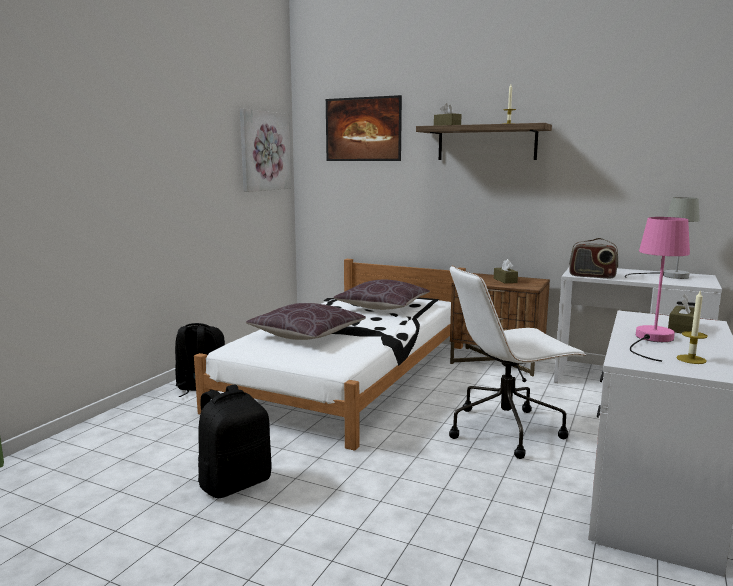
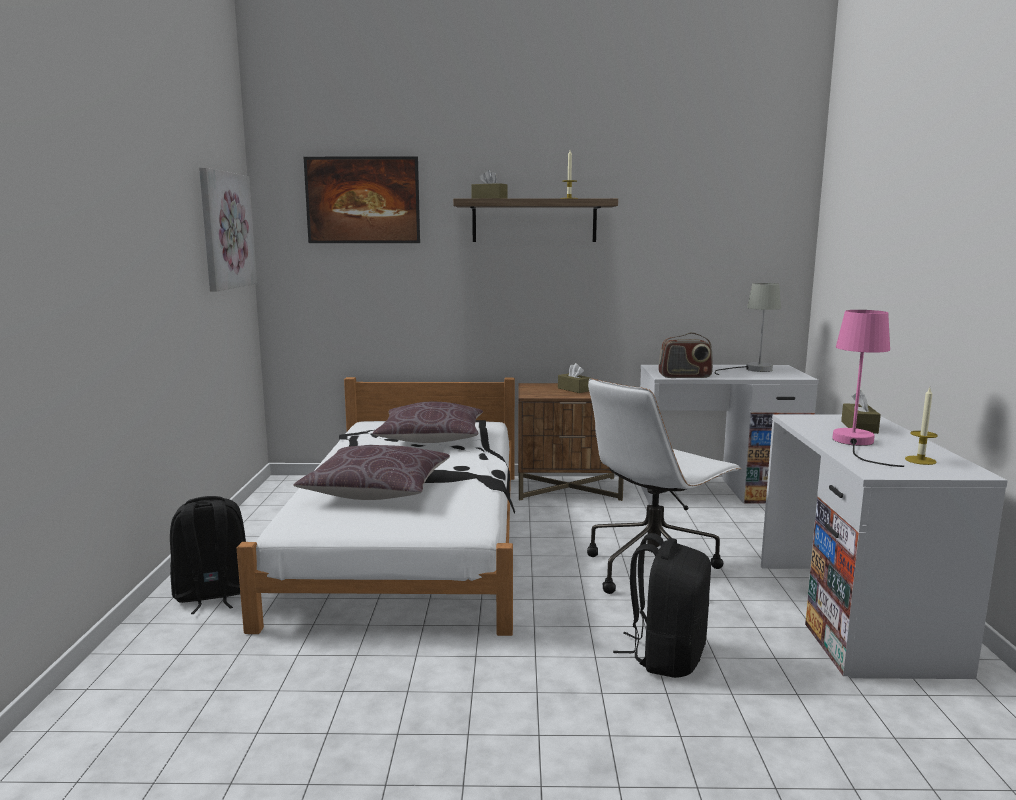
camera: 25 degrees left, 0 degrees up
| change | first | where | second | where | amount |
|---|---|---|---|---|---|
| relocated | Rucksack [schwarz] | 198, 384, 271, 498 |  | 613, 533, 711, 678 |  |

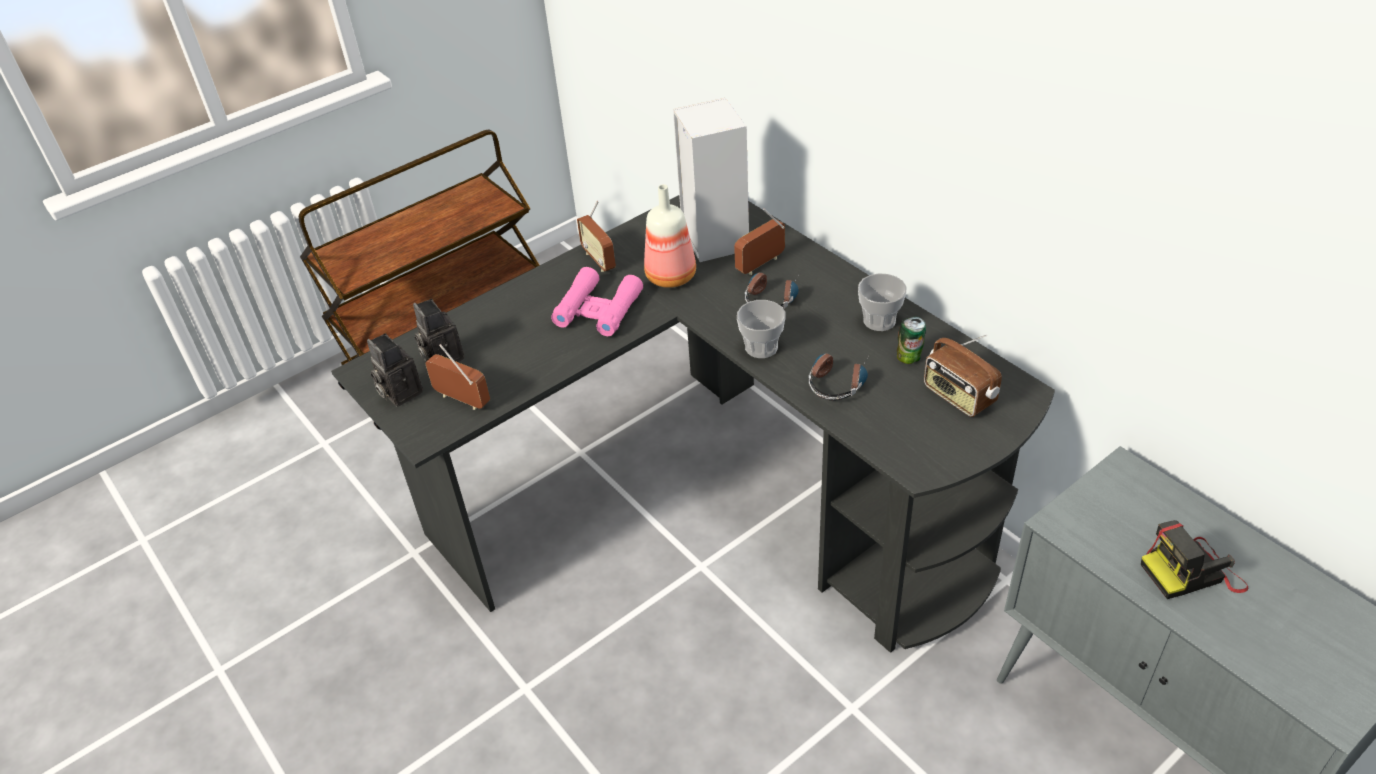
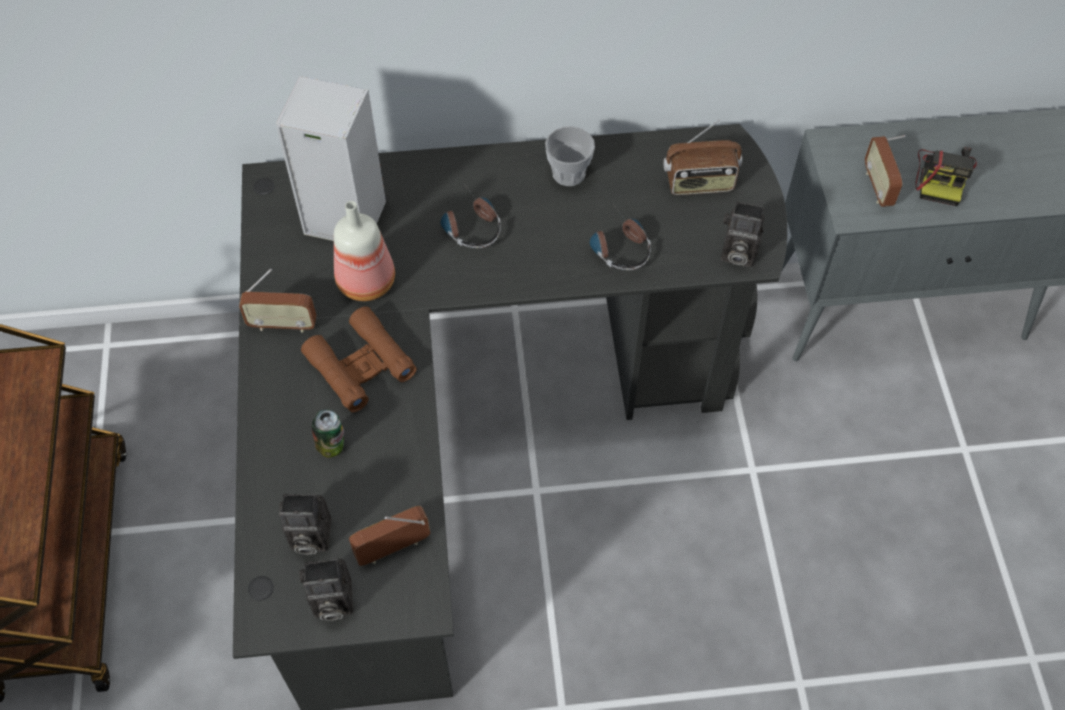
camera: 60 degrees left, 15 degrees up
| change | first | where | second | where | amount |
|---|---|---|---|---|---|
| relocated | Radio | 734, 208, 785, 275 |  | 865, 135, 906, 207 |  |
| colour | Fernglas [rosa] | 551, 267, 643, 336 | Fernglas [braun] | 301, 306, 417, 412 |  |
| missing | Tasse | 737, 300, 786, 358 |  |  |  |
| relocated | Dose | 897, 317, 926, 364 |  | 312, 409, 344, 458 |  |
| appeared |  |  | Kamera | 721, 201, 765, 267 |  |

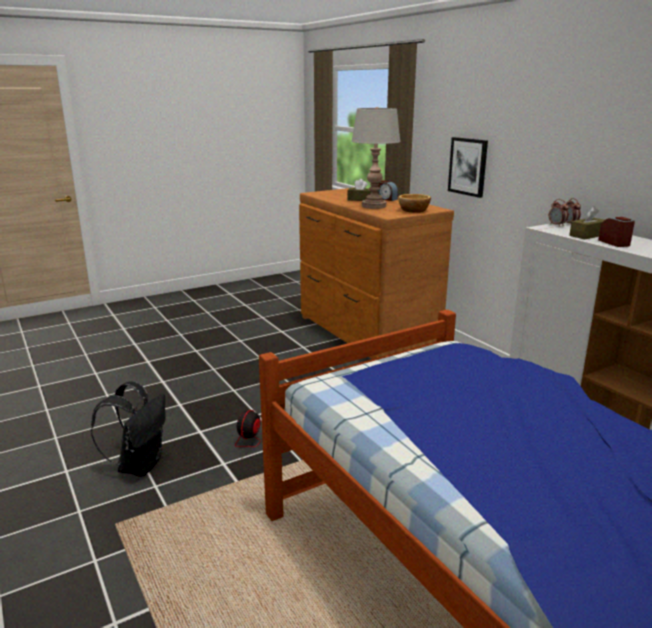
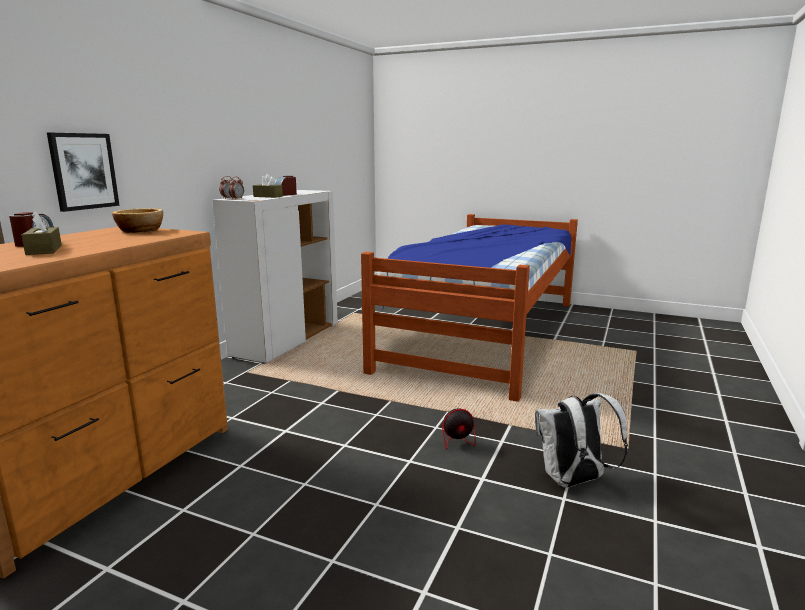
camera: 125 degrees left, 5 degrees down
| change | first | where | second | where | amount |
|---|---|---|---|---|---|
| missing | Tischlampe [grau] | 351, 107, 401, 209 |  |  |  |
| colour | Rucksack [schwarz] | 91, 381, 166, 477 | Rucksack [weiß] | 535, 393, 628, 488 |  |

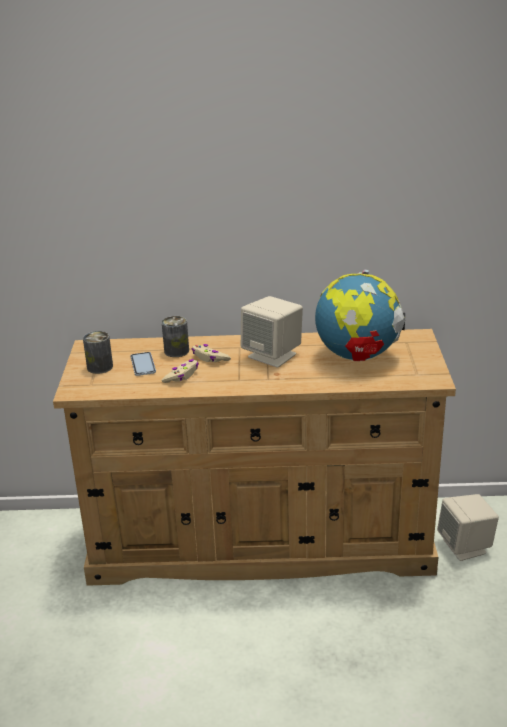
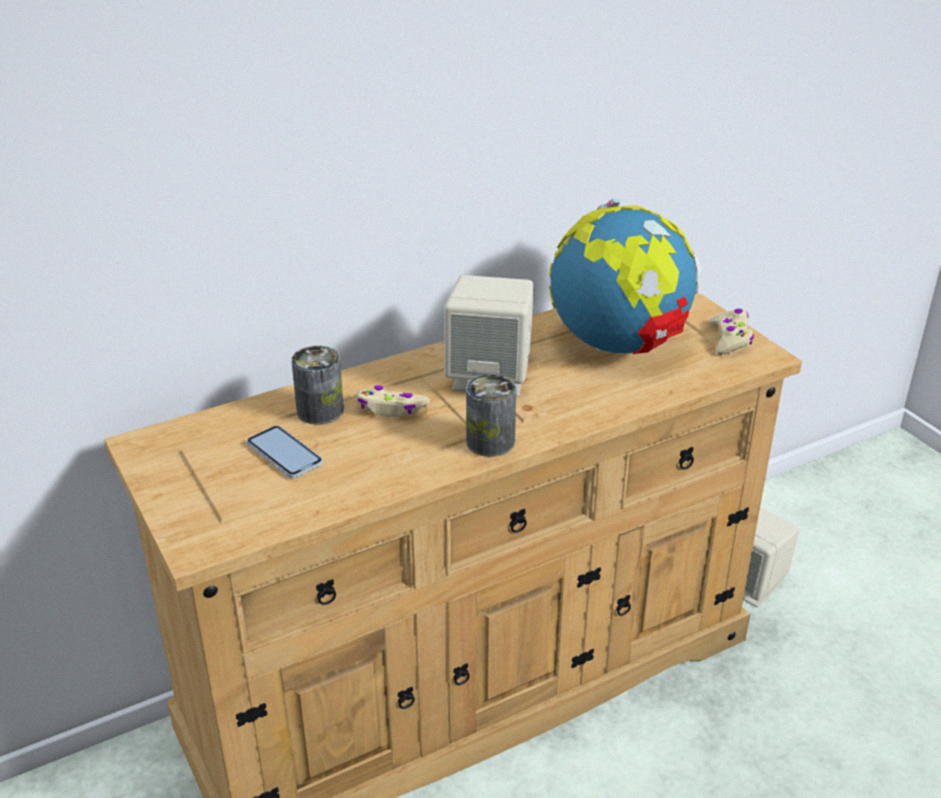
camera: 30 degrees left, 5 degrees up
| change | first | where | second | where | amount |
|---|---|---|---|---|---|
| relocated | Dose | 83, 331, 113, 374 |  | 466, 374, 516, 457 |  |
| relocated | Gamepad [beige] | 162, 359, 199, 383 |  | 709, 309, 754, 355 |  |

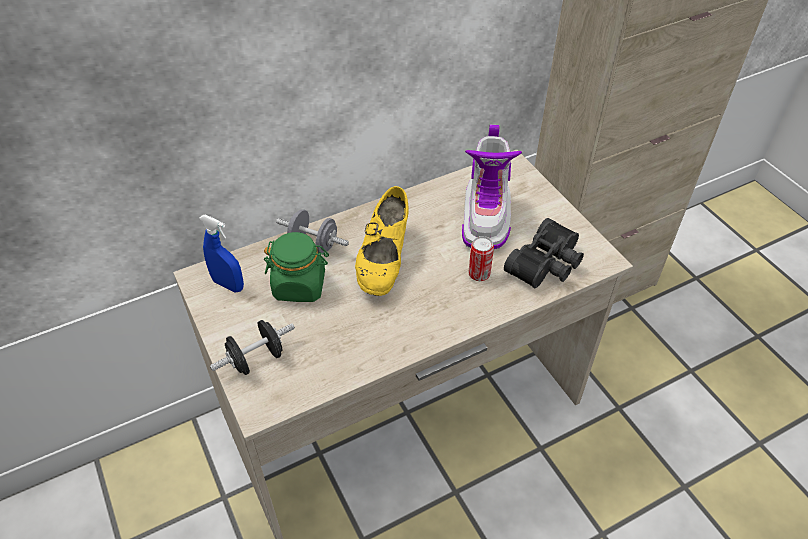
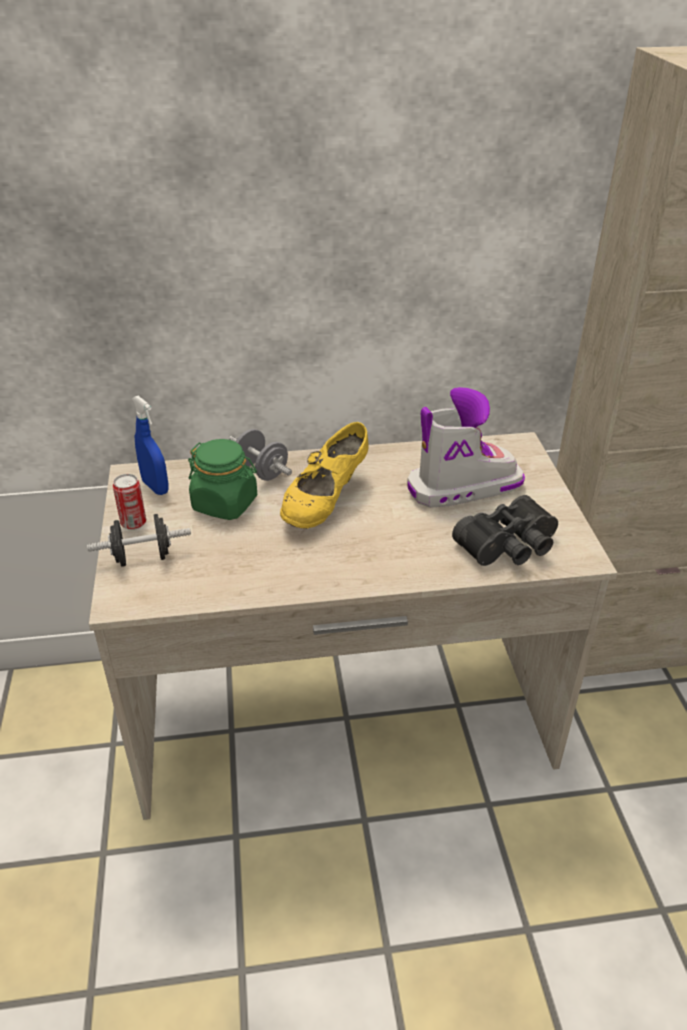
camera: 20 degrees right, 10 degrees down
| change | first | where | second | where | amount |
|---|---|---|---|---|---|
| spun | Stiefel | 462, 125, 522, 250 |  | 407, 387, 525, 508 | 135 degrees counterclockwise |
| relocated | Dose | 468, 236, 494, 281 |  | 113, 474, 146, 530 |  |

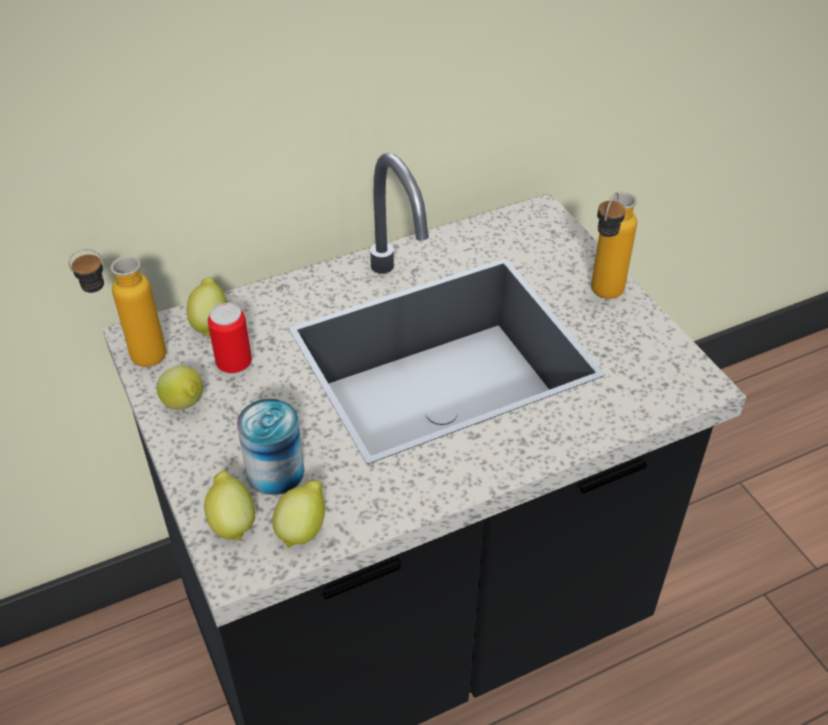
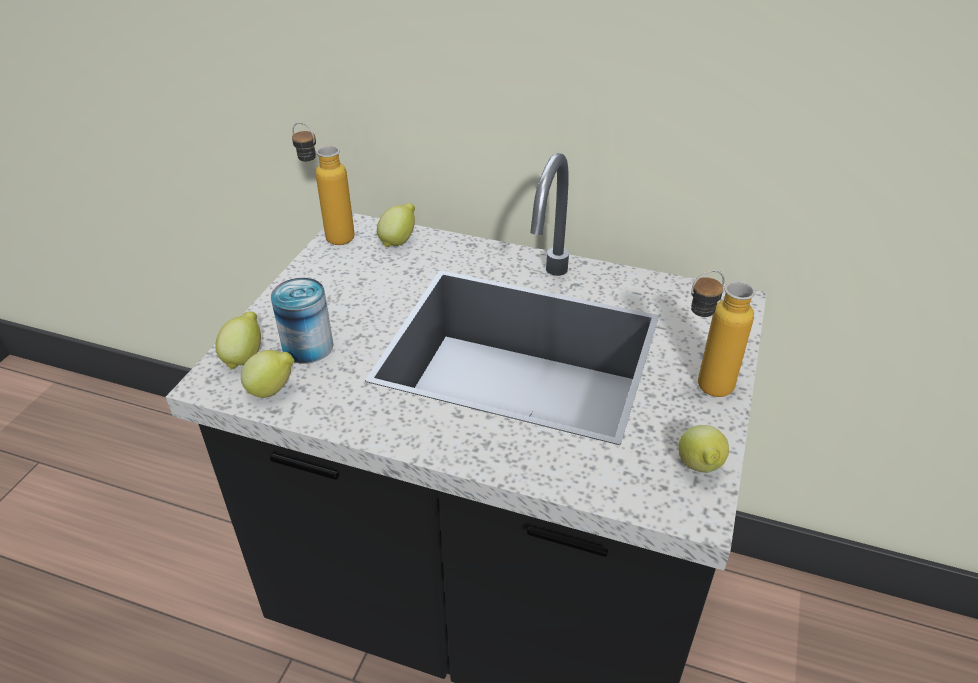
camera: 45 degrees right, 5 degrees down
| change | first | where | second | where | amount |
|---|---|---|---|---|---|
| missing | Dose | 208, 303, 252, 377 |  |  |  |
| relocated | Zitrone | 157, 365, 203, 410 |  | 679, 425, 729, 473 |  |

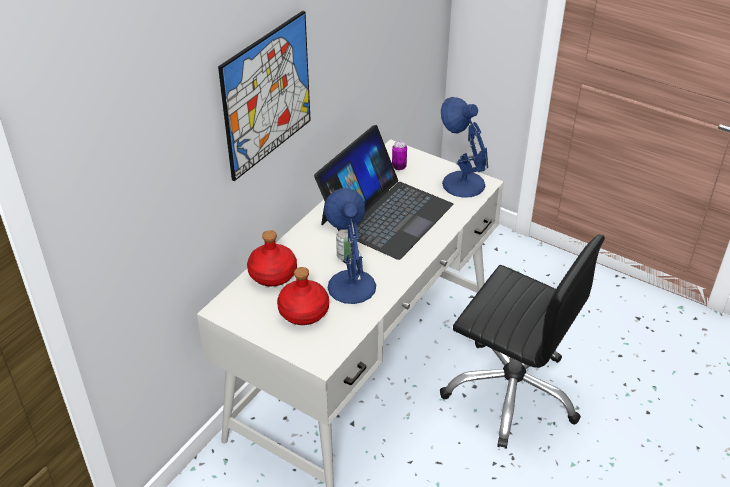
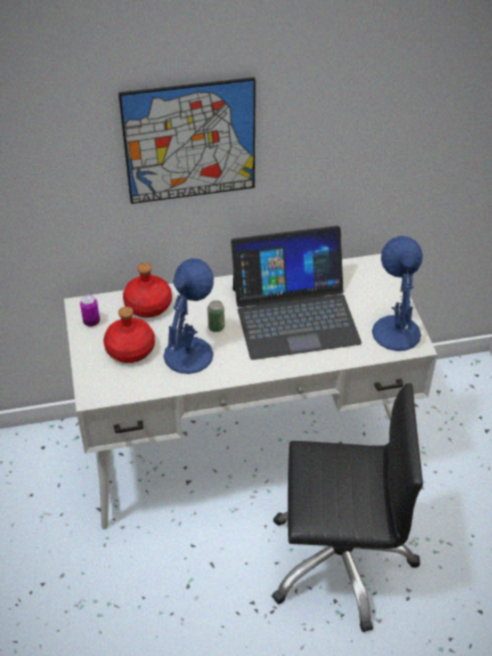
camera: 45 degrees right, 5 degrees up
| change | first | where | second | where | amount |
|---|---|---|---|---|---|
| relocated | Dose | 392, 141, 407, 170 |  | 80, 295, 100, 327 |  |
| spun | Bürostuhl [schwarz] | 440, 235, 605, 449 |  | 272, 383, 423, 632 | 75 degrees counterclockwise |

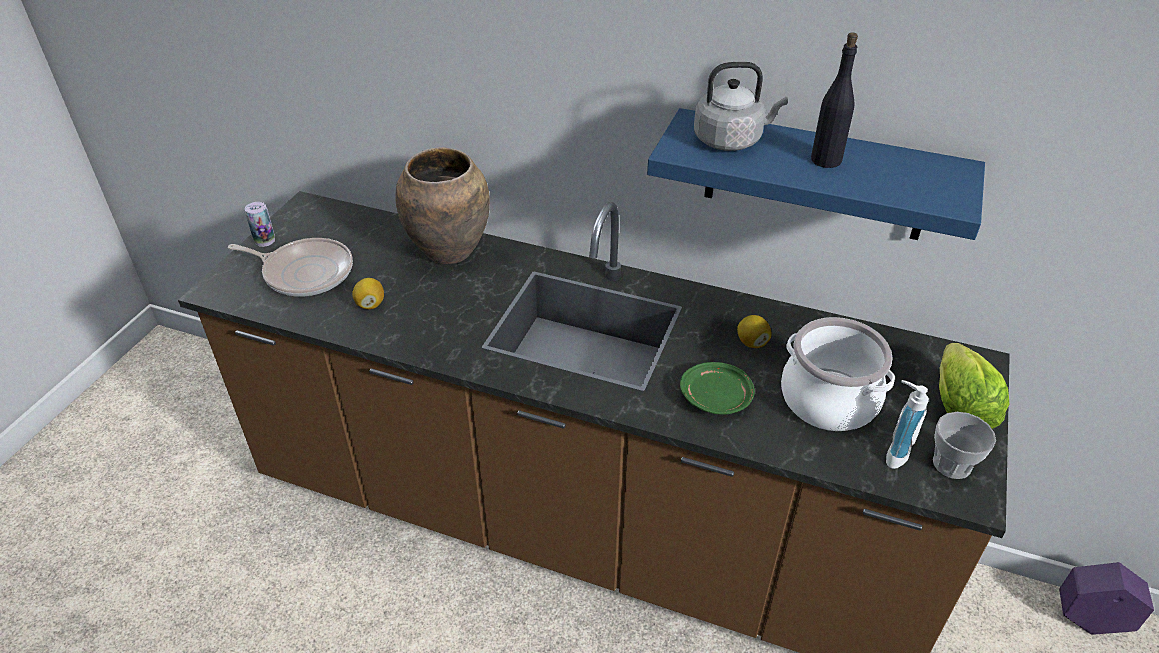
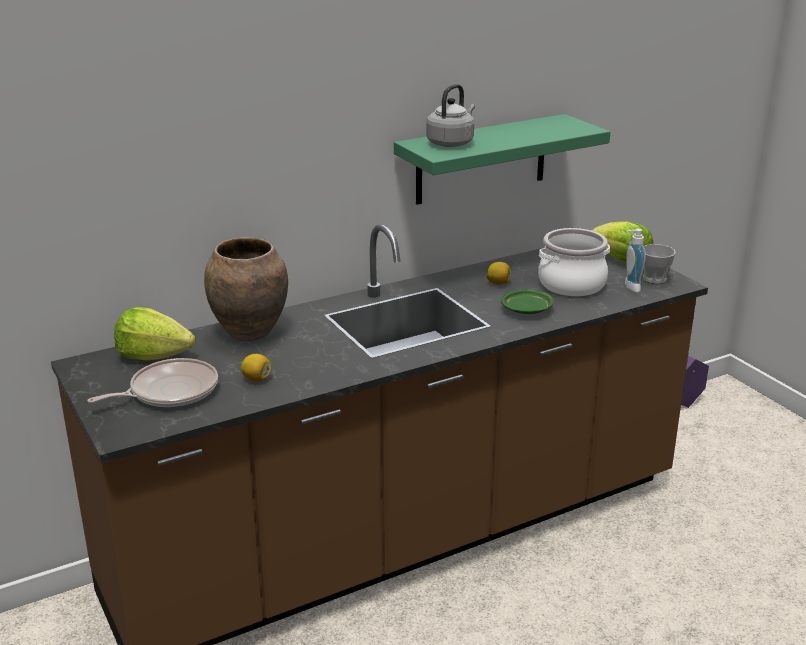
camera: 50 degrees left, 15 degrees down
| change | first | where | second | where | amount |
|---|---|---|---|---|---|
| missing | Flasche [schwarz] | 811, 32, 858, 168 |  |  |  |
| colour | Wandregal [blau] | 647, 108, 985, 240 | Wandregal [grün] | 394, 114, 610, 205 |  |
| missing | Dose | 245, 202, 275, 247 |  |  |  |
| appeared |  |  | Salatkopf | 114, 307, 195, 361 |  |

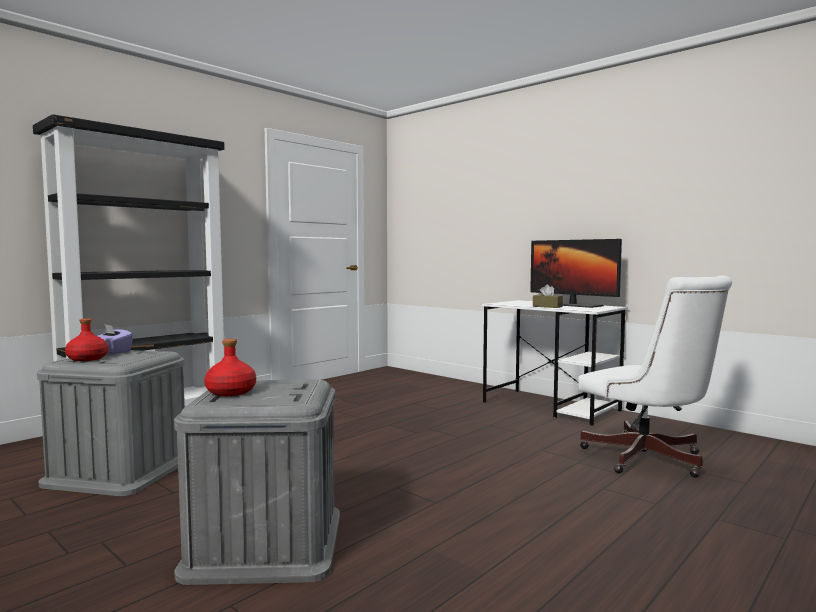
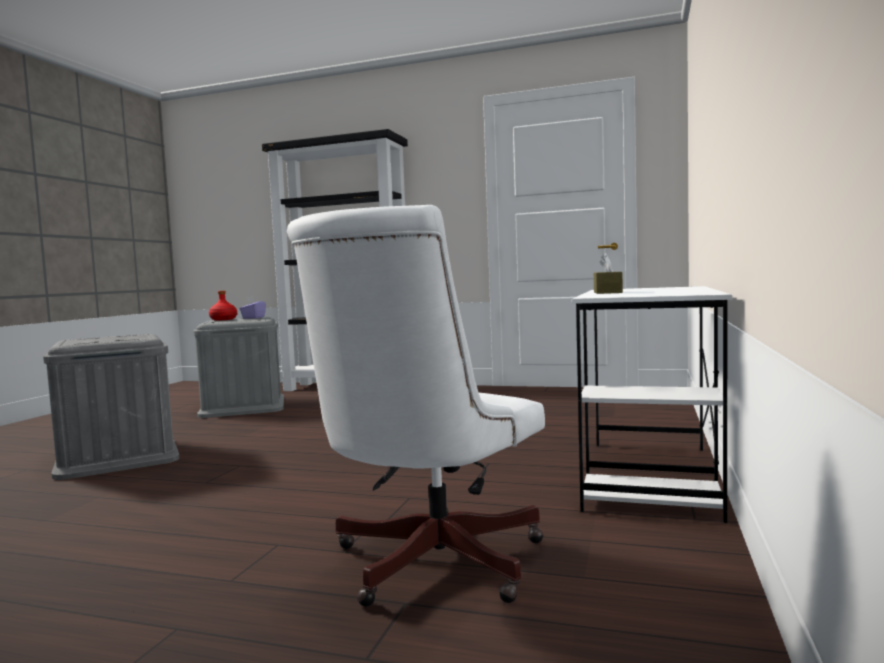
camera: 65 degrees right, 0 degrees up
| change | first | where | second | where | amount |
|---|---|---|---|---|---|
| missing | Monitor | 530, 239, 622, 308 |  |  |  |
| missing | Flasche [rot] | 204, 339, 256, 396 |  |  |  |

